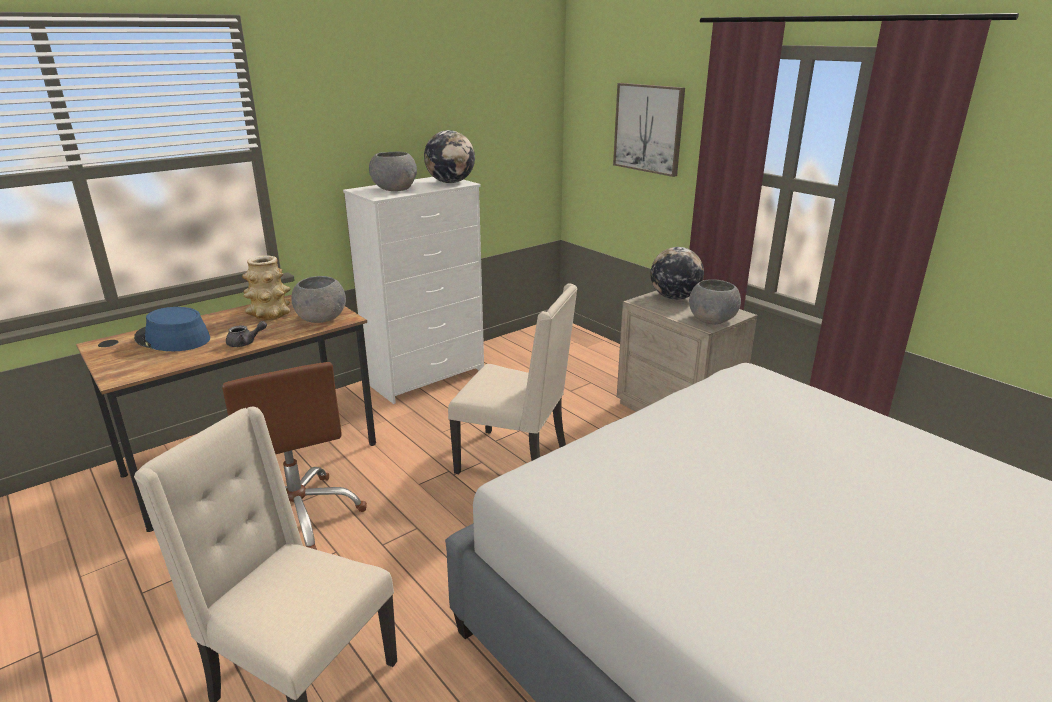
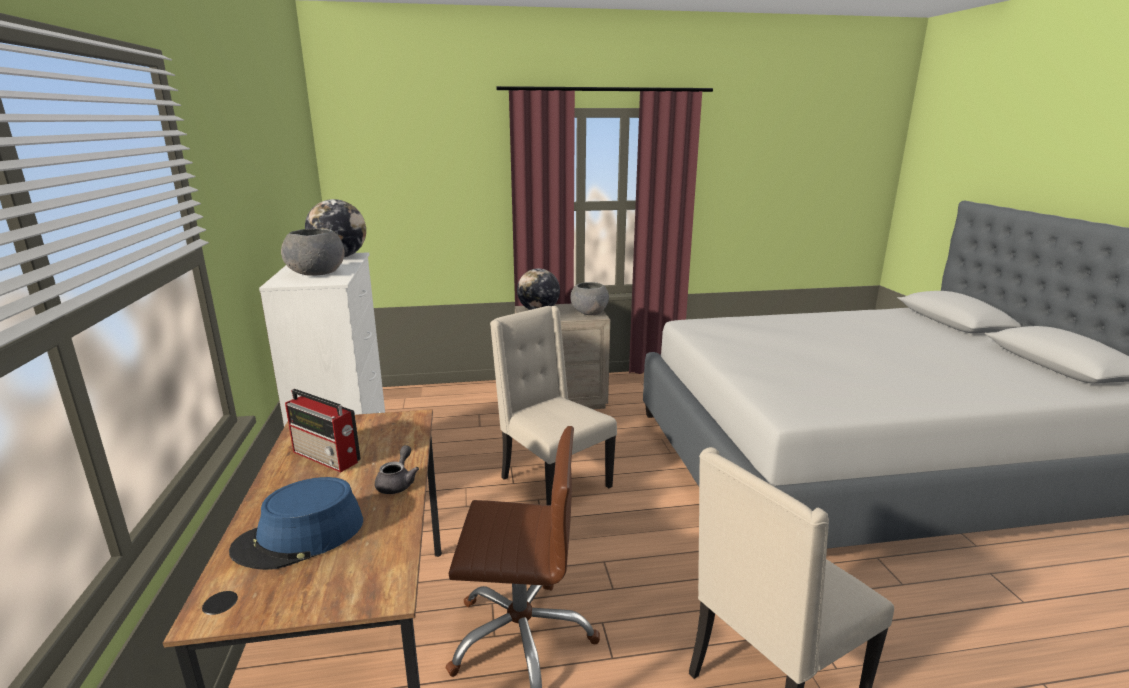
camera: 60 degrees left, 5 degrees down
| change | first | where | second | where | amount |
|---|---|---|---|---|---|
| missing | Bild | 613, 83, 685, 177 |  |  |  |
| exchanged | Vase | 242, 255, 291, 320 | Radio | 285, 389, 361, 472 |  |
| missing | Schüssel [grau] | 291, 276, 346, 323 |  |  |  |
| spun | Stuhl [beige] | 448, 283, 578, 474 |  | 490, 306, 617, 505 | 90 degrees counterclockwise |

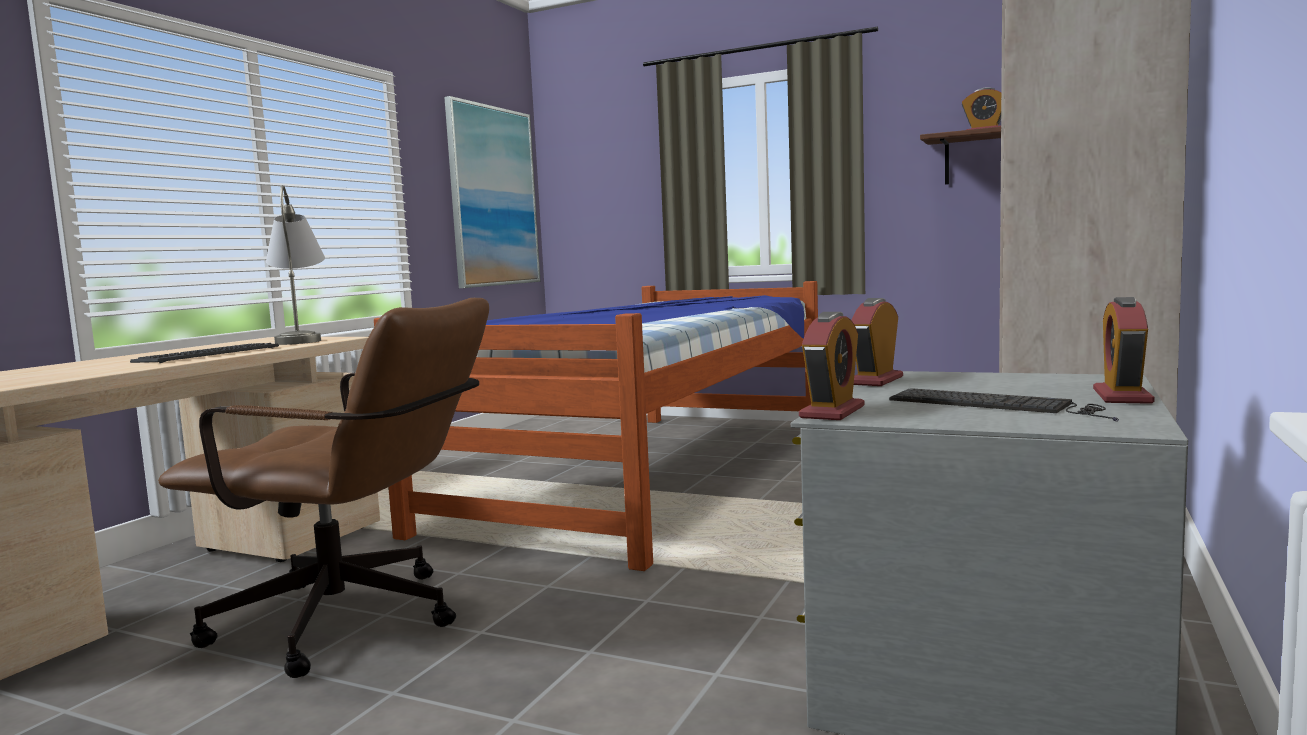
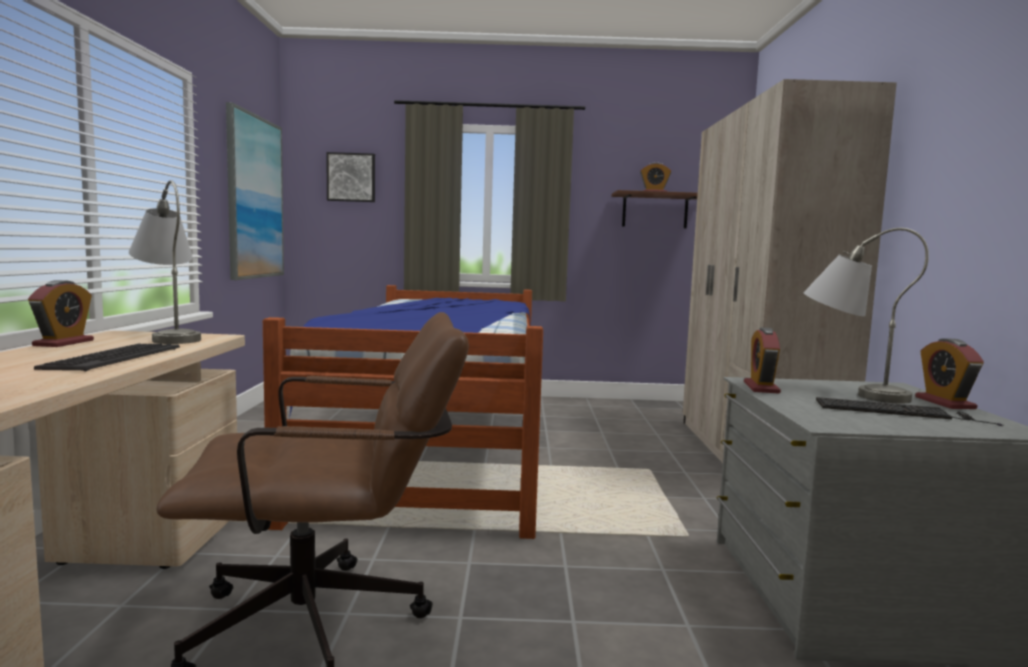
camera: 25 degrees left, 0 degrees up
| change | first | where | second | where | amount |
|---|---|---|---|---|---|
| relocated | Wecker | 799, 312, 865, 420 |  | 28, 280, 94, 347 |  |
| appeared |  |  | Bild | 327, 152, 375, 202 |  |
| appeared |  |  | Tischlampe [grau] | 804, 228, 929, 404 |  |

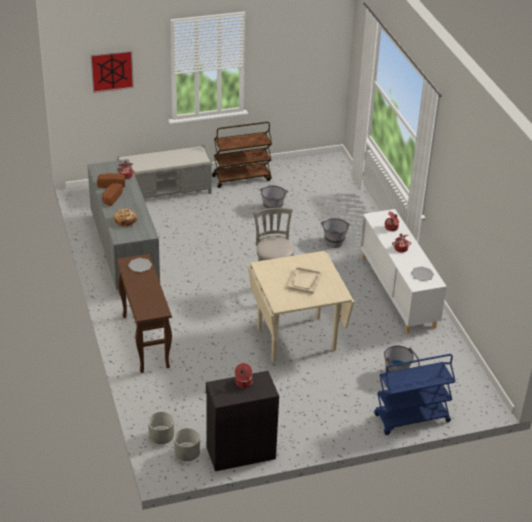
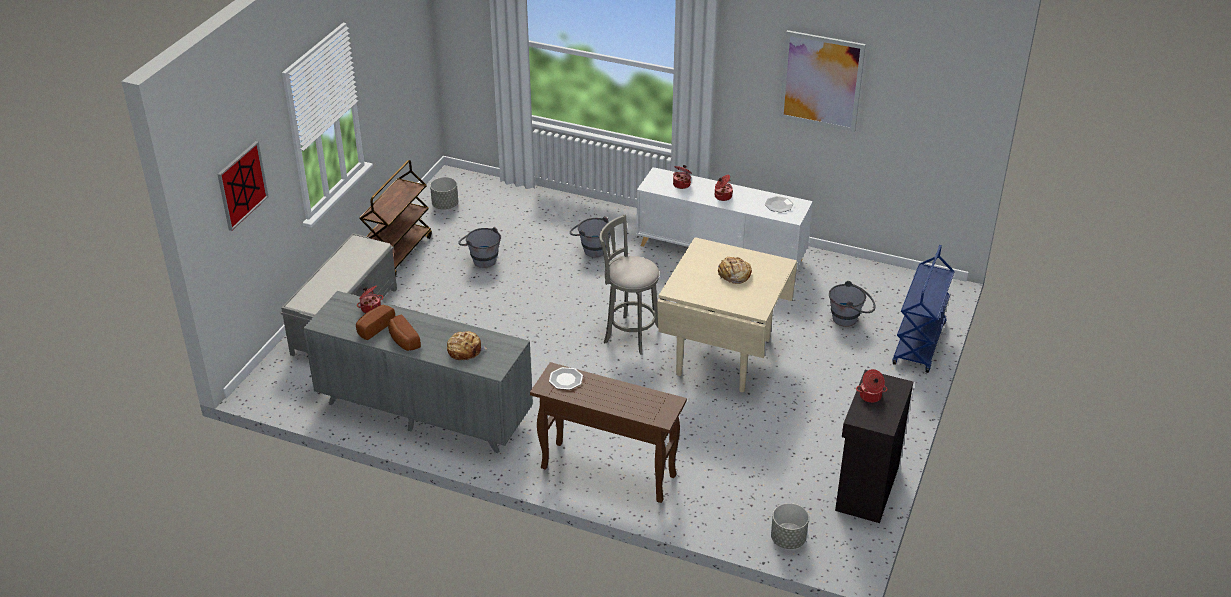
camera: 50 degrees left, 0 degrees up
| change | first | where | second | where | amount |
|---|---|---|---|---|---|
| exchanged | Tablett [beige] | 287, 266, 322, 294 | Brot | 718, 257, 752, 284 |  |
| relocated | Pflanzkübel [grau] | 174, 428, 200, 461 |  | 430, 177, 458, 210 |  |
| appeared |  |  | Bild | 779, 30, 866, 132 |  |

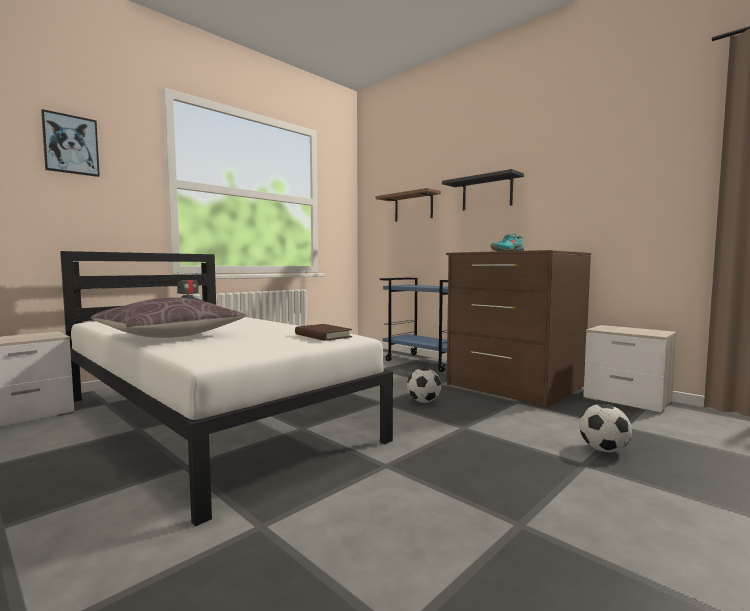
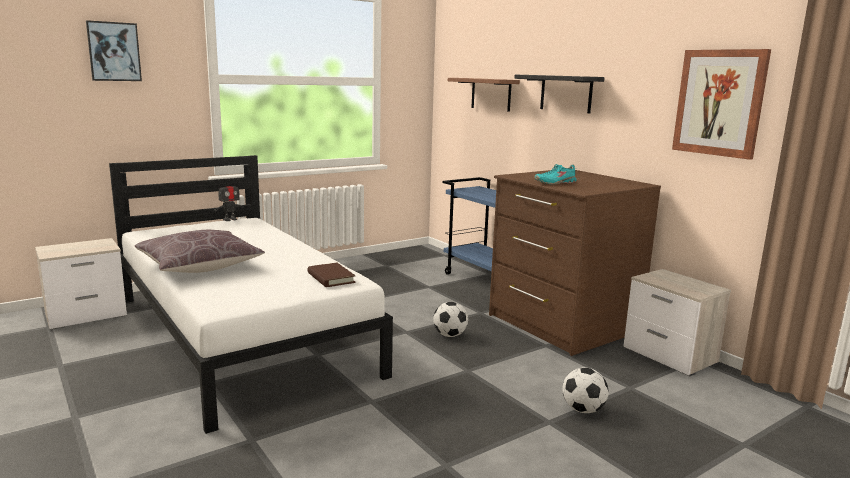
camera: 10 degrees right, 10 degrees up
| change | first | where | second | where | amount |
|---|---|---|---|---|---|
| appeared |  |  | Bild | 672, 49, 771, 160 |  |

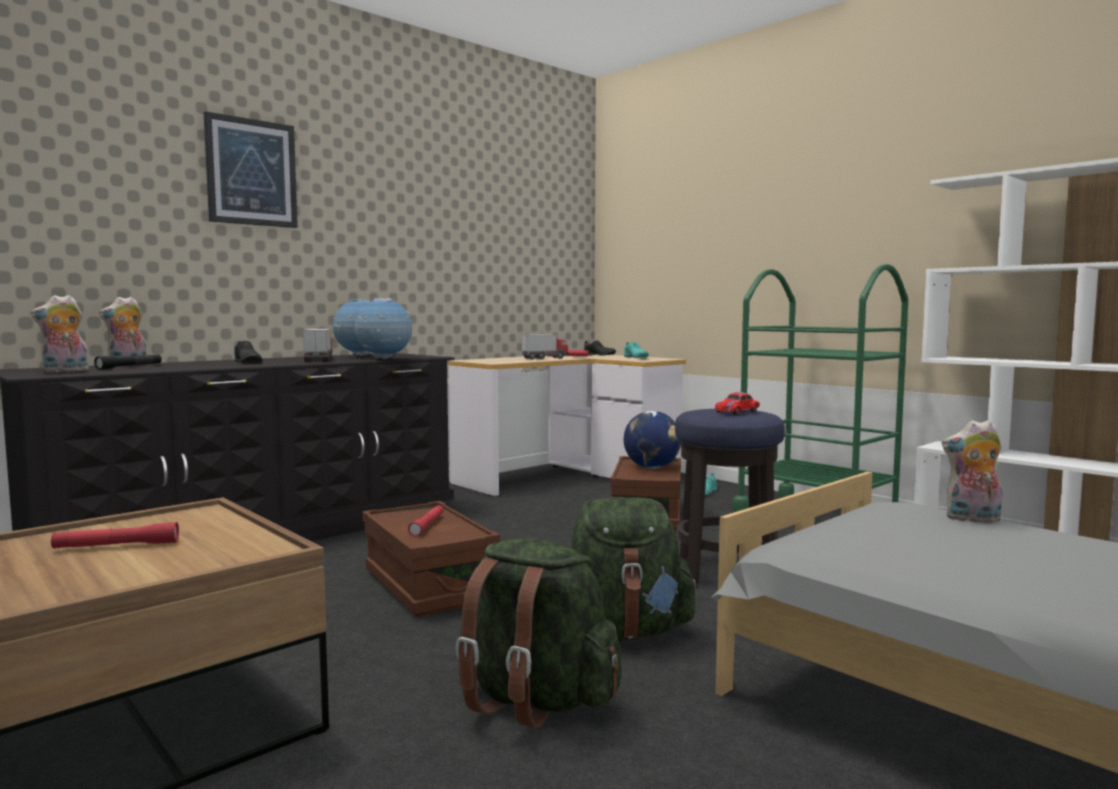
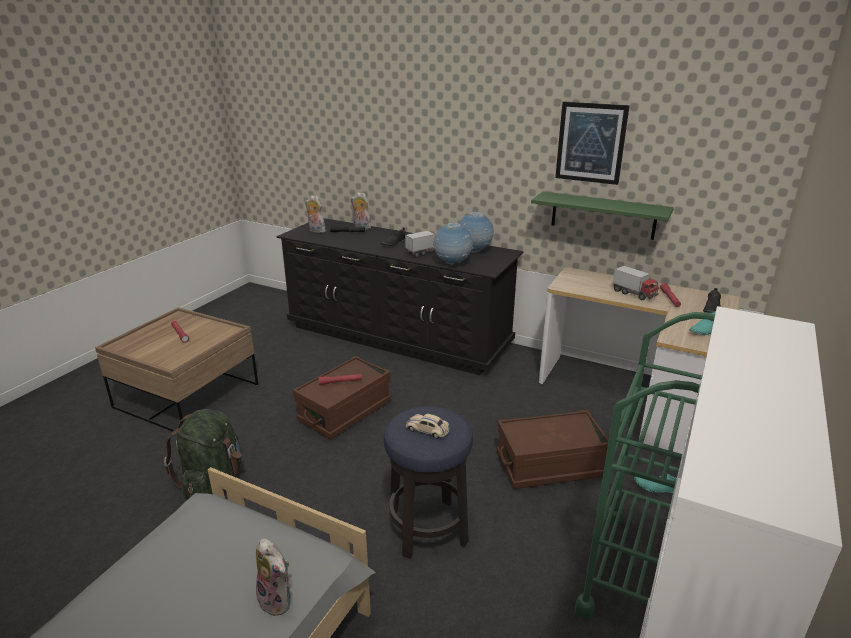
camera: 70 degrees right, 20 degrees up
| change | first | where | second | where | amount |
|---|---|---|---|---|---|
| relocated | Bild | 204, 111, 298, 228 |  | 555, 102, 630, 185 |  |
| colour | Spielzeugauto [rot] | 714, 392, 760, 415 | Spielzeugauto [beige] | 406, 414, 449, 439 |  |
| missing | Globus | 624, 411, 681, 469 |  |  |  |
| spun | Plüschtier | 942, 420, 1002, 523 |  | 256, 538, 290, 617 | 150 degrees clockwise |
| missing | Rucksack [grün] | 571, 497, 699, 641 |  |  |  |
| appeared |  |  | Wandregal [grün] | 531, 191, 674, 240 |  |

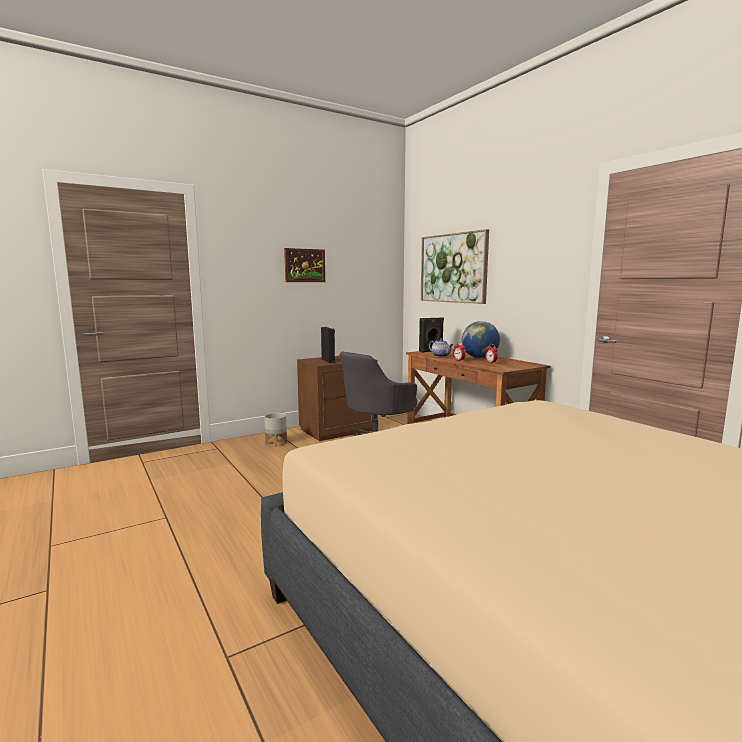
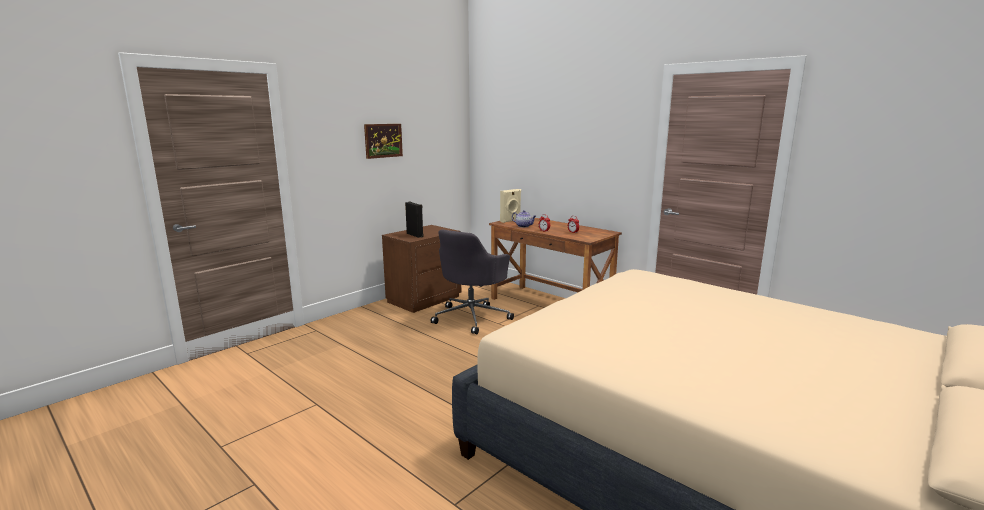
camera: 15 degrees left, 5 degrees up
| change | first | where | second | where | amount |
|---|---|---|---|---|---|
| missing | Bild | 421, 229, 489, 304 |  |  |  |
| colour | Lautsprecher [schwarz] | 419, 318, 444, 353 | Lautsprecher [beige] | 500, 189, 521, 223 |  |
| missing | Globus | 462, 321, 500, 358 |  |  |  |
| missing | Pflanzkübel [grau] | 264, 413, 287, 447 |  |  |  |

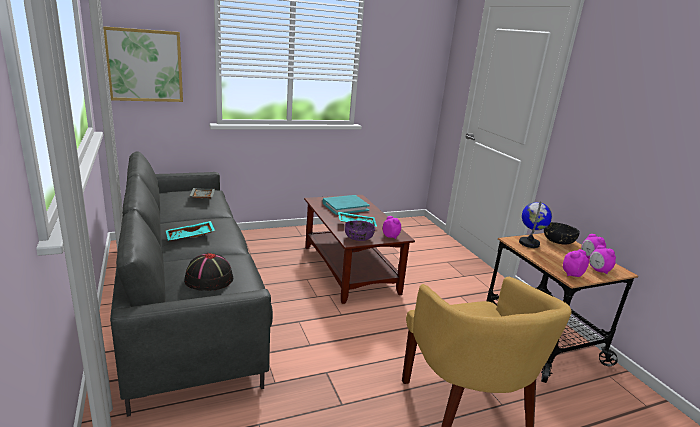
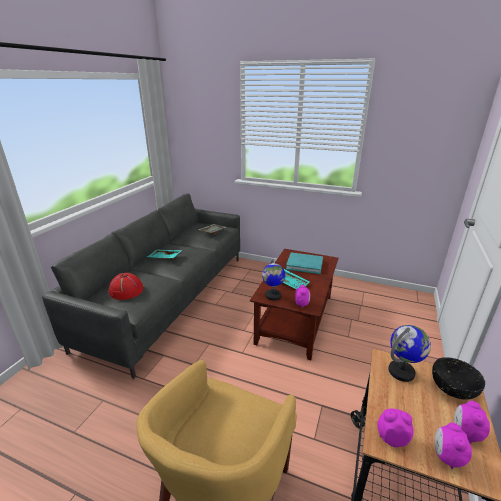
camera: 45 degrees right, 5 degrees up
| change | first | where | second | where | amount |
|---|---|---|---|---|---|
| missing | Bild | 103, 26, 183, 102 |  |  |  |
| exchanged | Schüssel [lila] | 344, 220, 375, 241 | Globus | 262, 259, 285, 300 |  |
| colour | Hut [schwarz] | 184, 253, 233, 291 | Hut [rot] | 109, 273, 143, 300 |  |

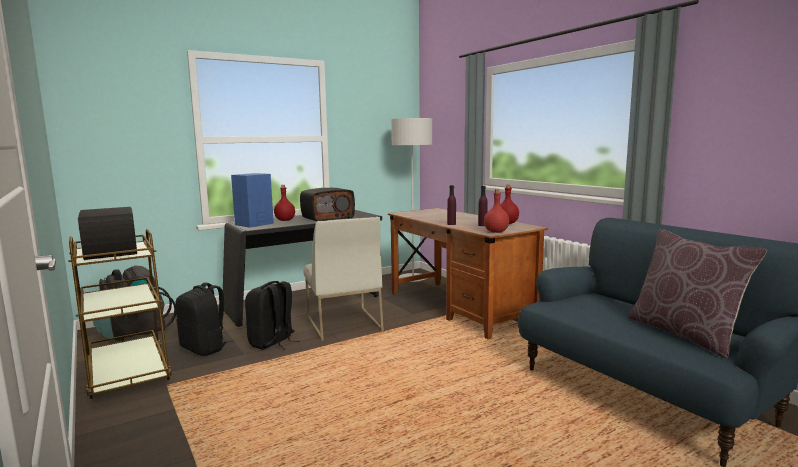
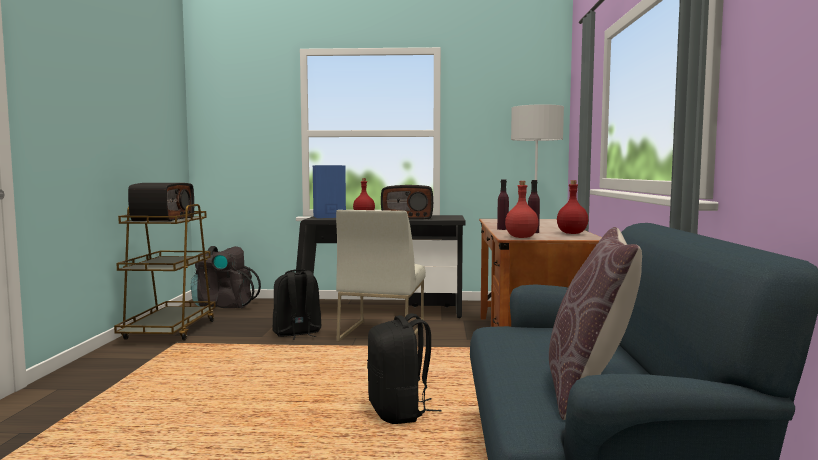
camera: 35 degrees right, 5 degrees down
| change | first | where | second | where | amount |
|---|---|---|---|---|---|
| relocated | Rucksack [schwarz] | 175, 283, 234, 356 |  | 367, 313, 442, 424 |  |

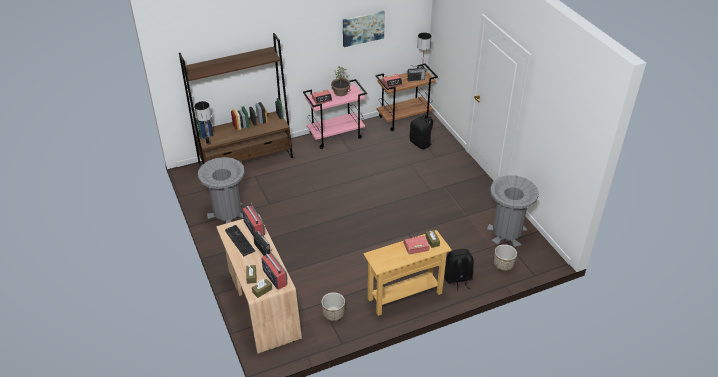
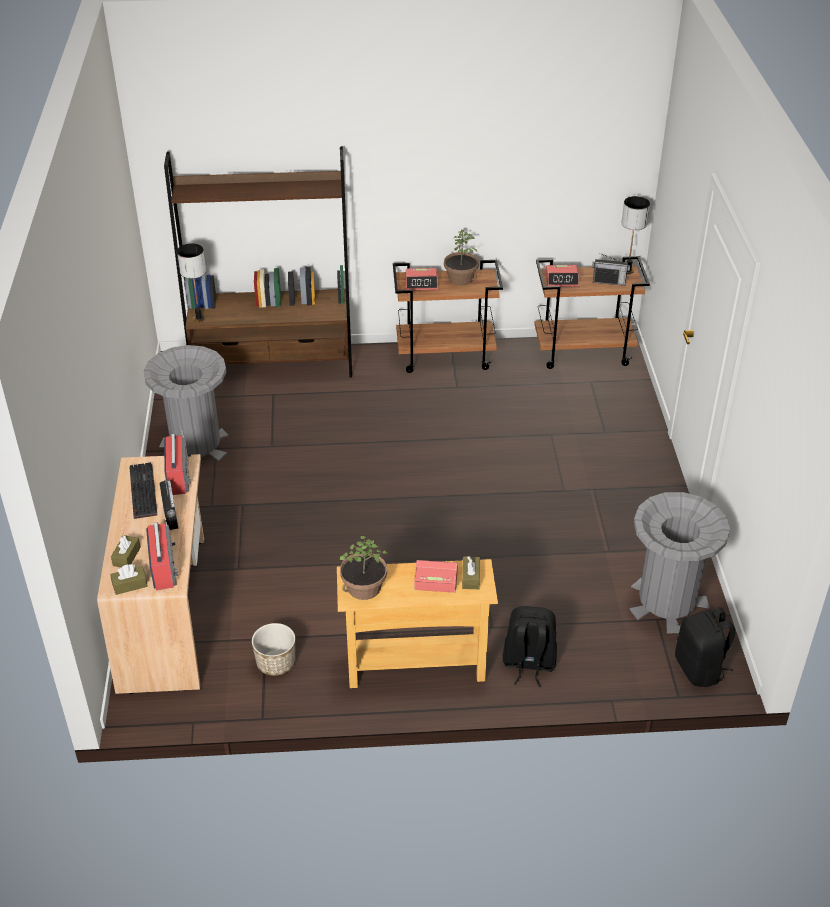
camera: 20 degrees right, 0 degrees up
| change | first | where | second | where | amount |
|---|---|---|---|---|---|
| missing | Bild | 343, 11, 385, 47 |  |  |  |
| colour | Rollwagen [rosa] | 303, 79, 367, 149 | Rollwagen [braun] | 393, 260, 503, 373 |  |
| relocated | Rucksack [schwarz] | 410, 114, 434, 149 |  | 675, 607, 735, 687 |  |
| missing | Pflanzkübel | 494, 244, 517, 271 |  |  |  |
| appeared |  |  | Topfpflanze | 340, 536, 387, 600 |  |

